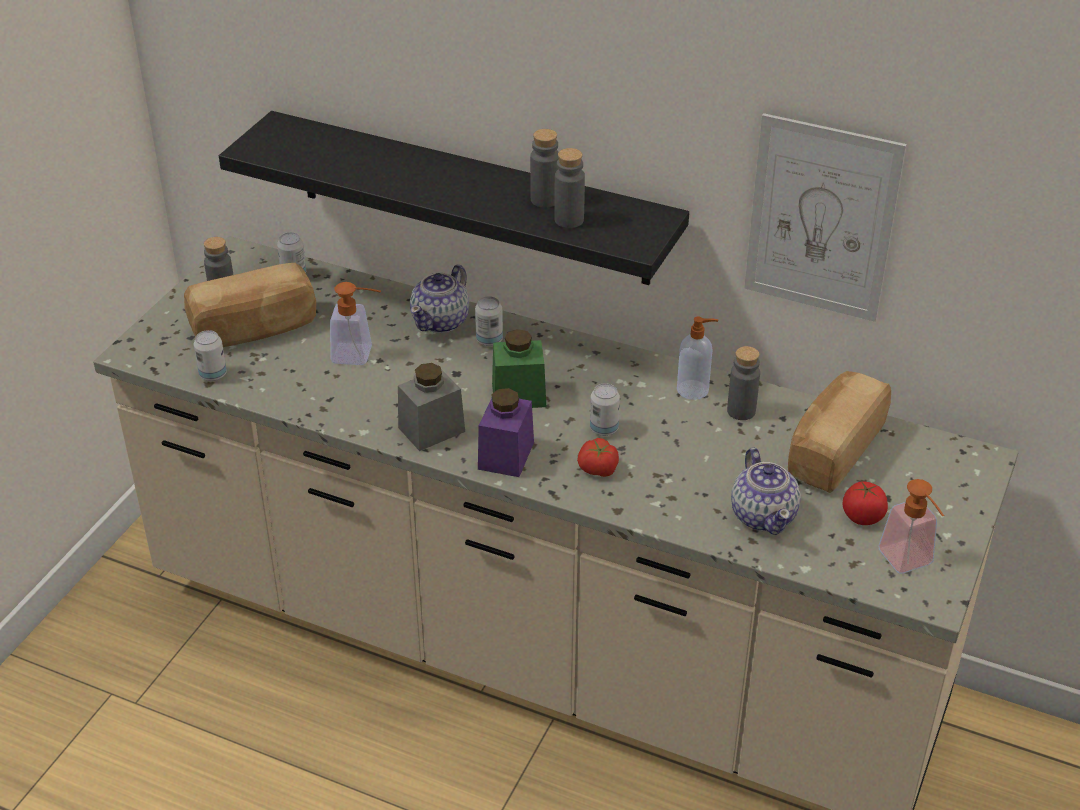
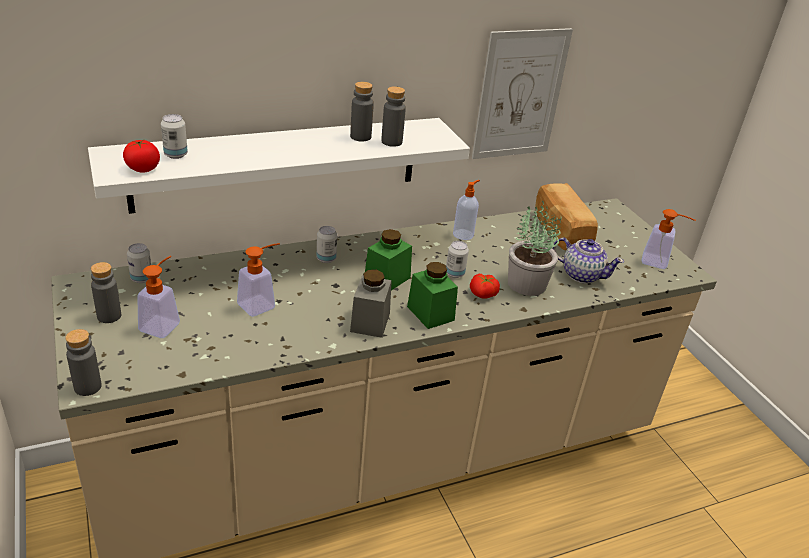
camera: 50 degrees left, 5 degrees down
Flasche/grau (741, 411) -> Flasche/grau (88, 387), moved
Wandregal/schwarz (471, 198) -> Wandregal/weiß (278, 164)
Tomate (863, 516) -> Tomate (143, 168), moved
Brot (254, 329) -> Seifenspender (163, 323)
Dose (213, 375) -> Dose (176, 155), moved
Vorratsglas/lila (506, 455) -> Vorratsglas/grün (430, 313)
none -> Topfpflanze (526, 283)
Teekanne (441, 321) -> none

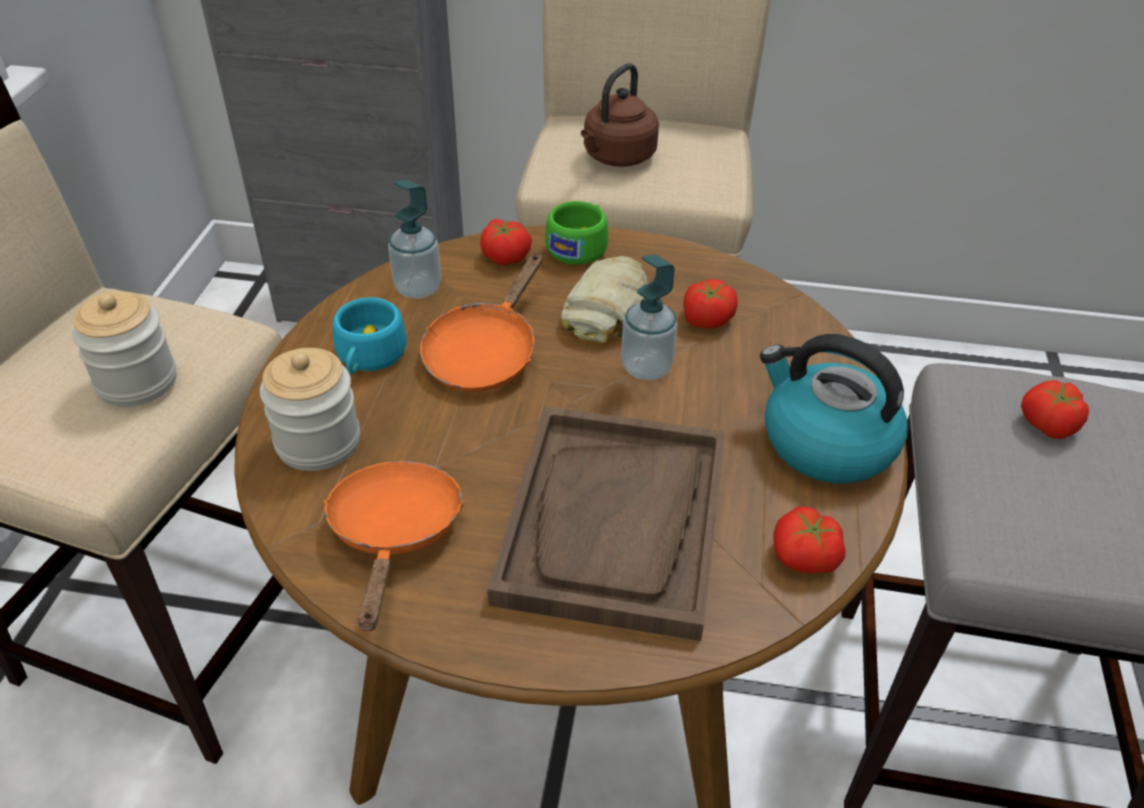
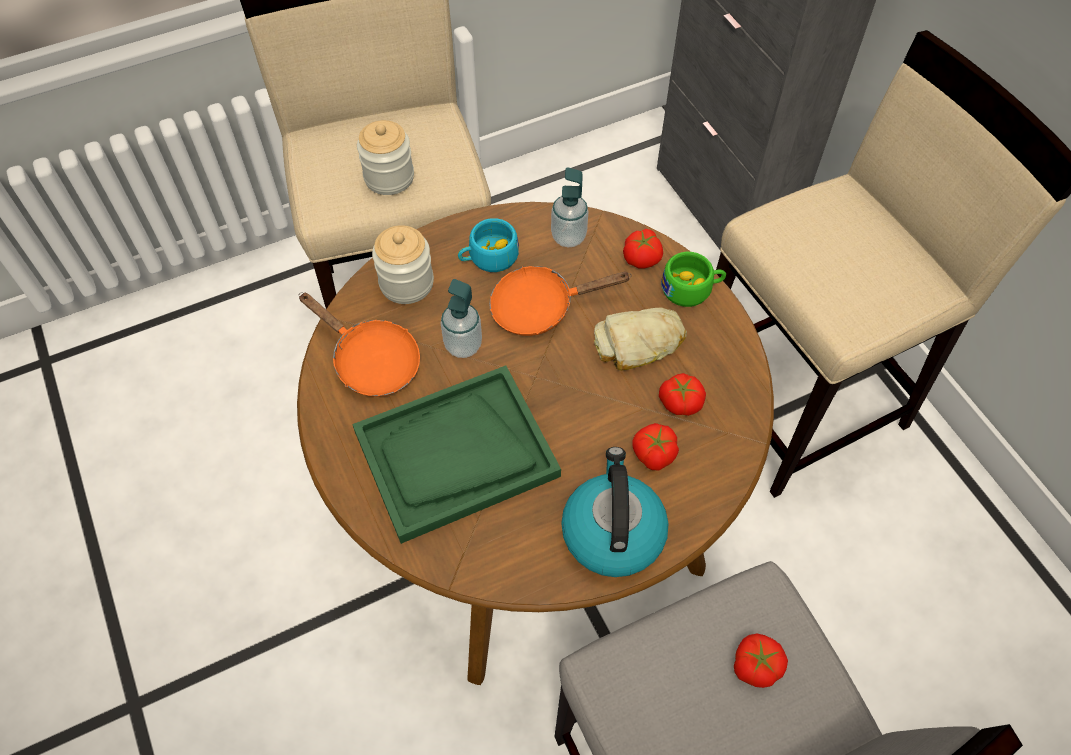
camera: 55 degrees right, 15 degrees up
Pfanne/orange (395, 534) -> Pfanne/orange (370, 361), 75 degrees clockwise
Tablett/braun (615, 521) -> Tablett/grün (456, 455)
Seifenspender (646, 368) -> Seifenspender (463, 345), moved
Tomate (804, 557) -> Tomate (653, 454), moved
Wasserkessel/braun (617, 158) -> none

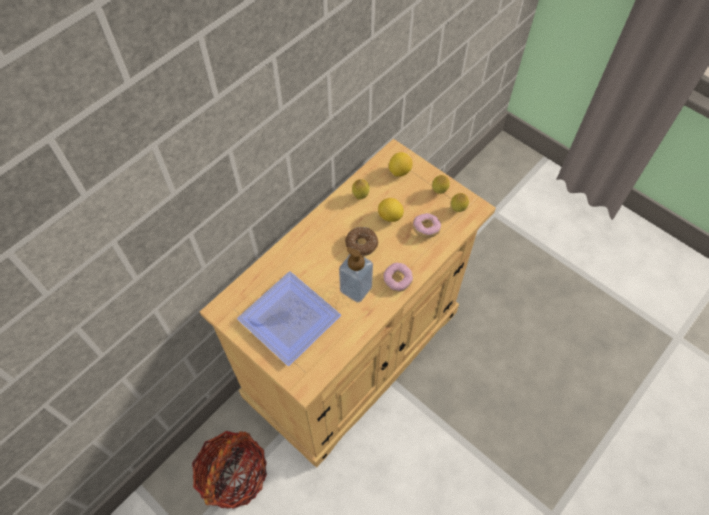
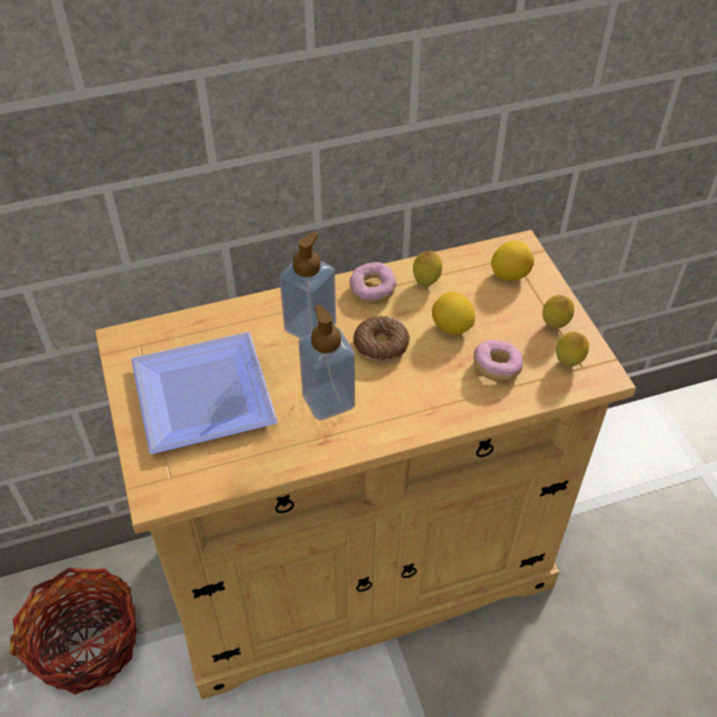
camera: 30 degrees right, 10 degrees down
none -> Seifenspender (310, 327)
Donut (397, 280) -> Donut (372, 290), moved

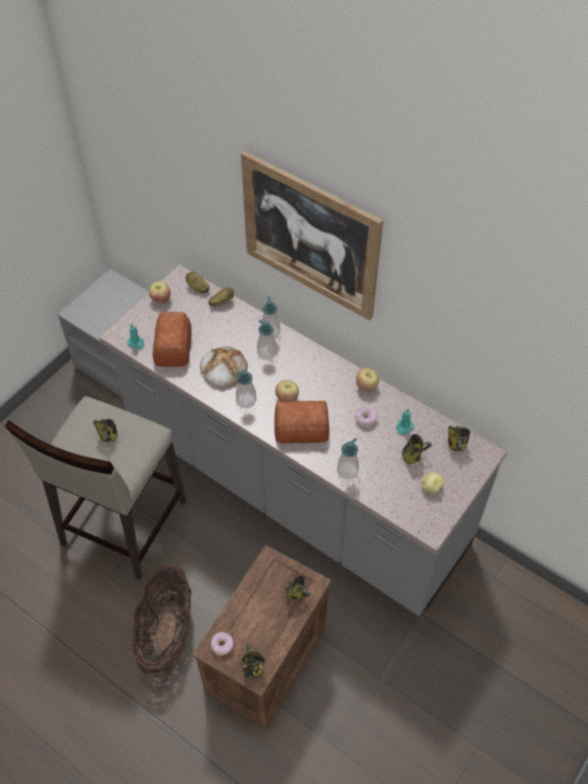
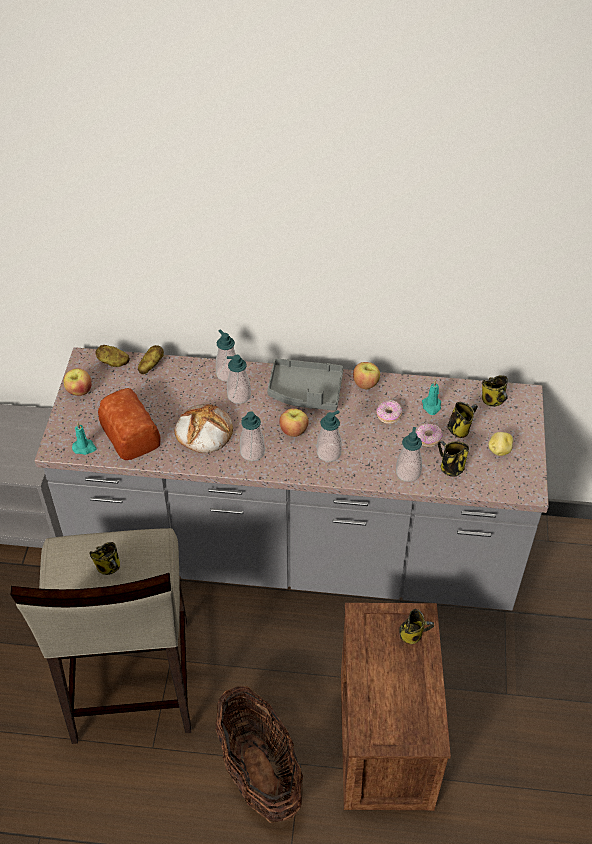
camera: 30 degrees left, 5 degrees down
none -> Tablett/grau (305, 392)
Brot (300, 427) -> Seifenspender (328, 453)
Donut (222, 645) -> Donut (428, 439), moved
Henkelbecher (252, 667) -> Henkelbecher (450, 468), moved
Bild (310, 236) -> none

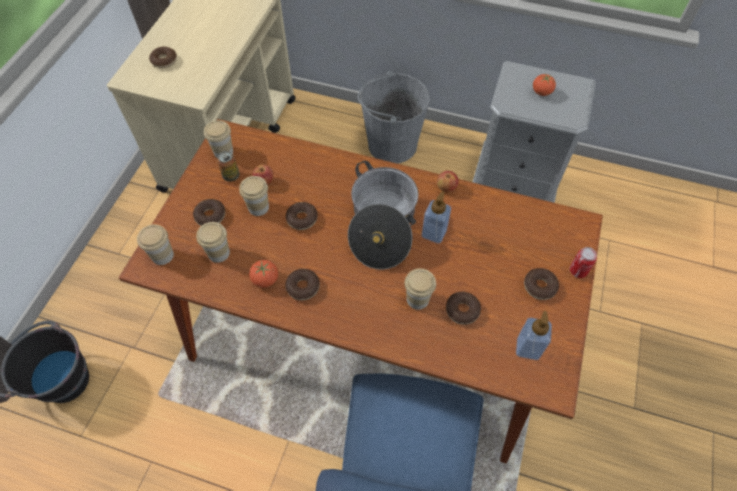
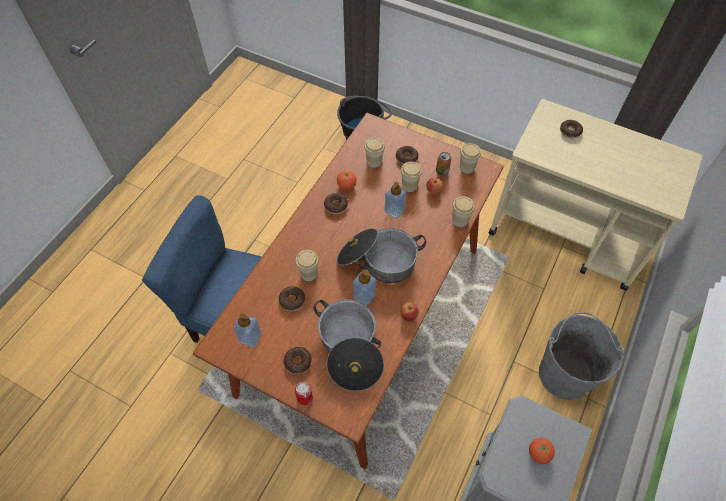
camera: 100 degrees right, 0 degrees up
none -> Kochtopf (350, 349)
Donut (302, 219) -> Seifenspender (394, 211)
Tasse (162, 255) -> Tasse (460, 220), moved

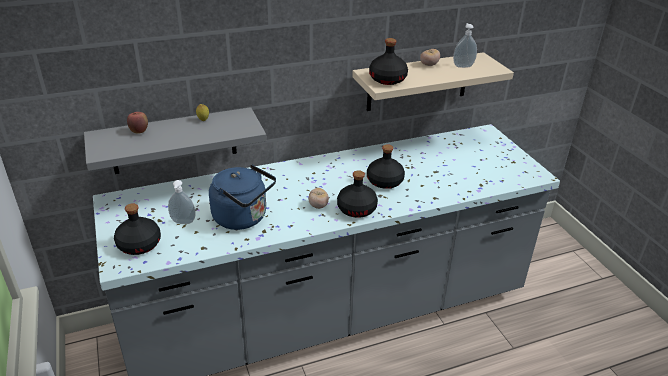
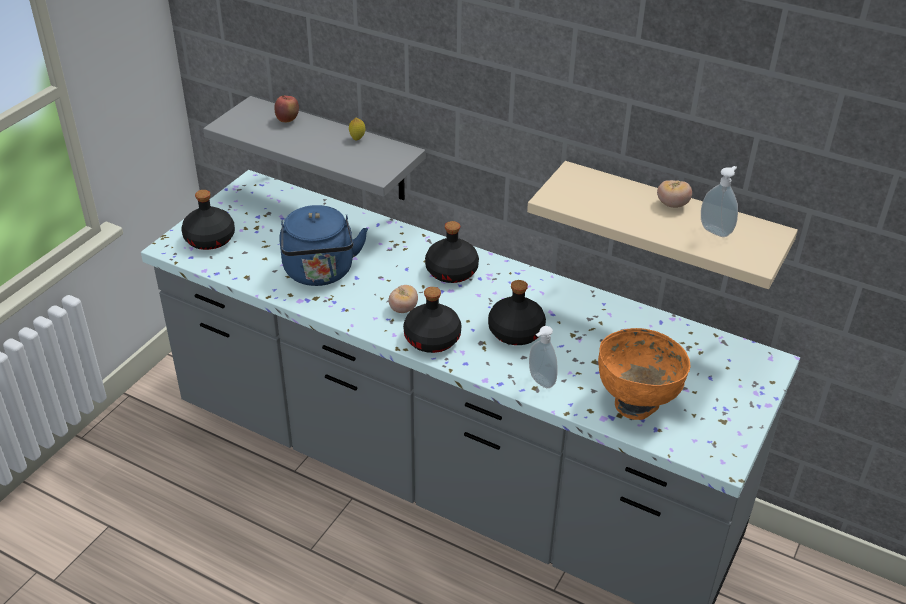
camera: 50 degrees right, 5 degrees up
Flasche/schwarz (388, 79) -> Flasche/schwarz (452, 272), moved
Seifenspender (183, 222) -> Seifenspender (540, 382), moved
none -> Schüssel/orange (636, 404)

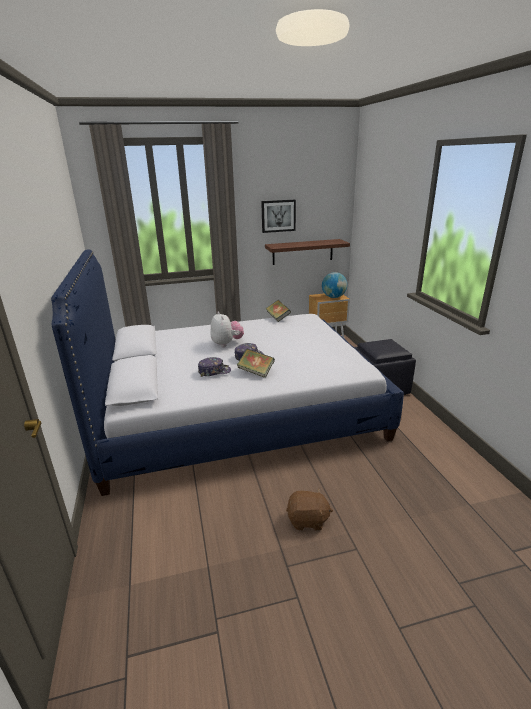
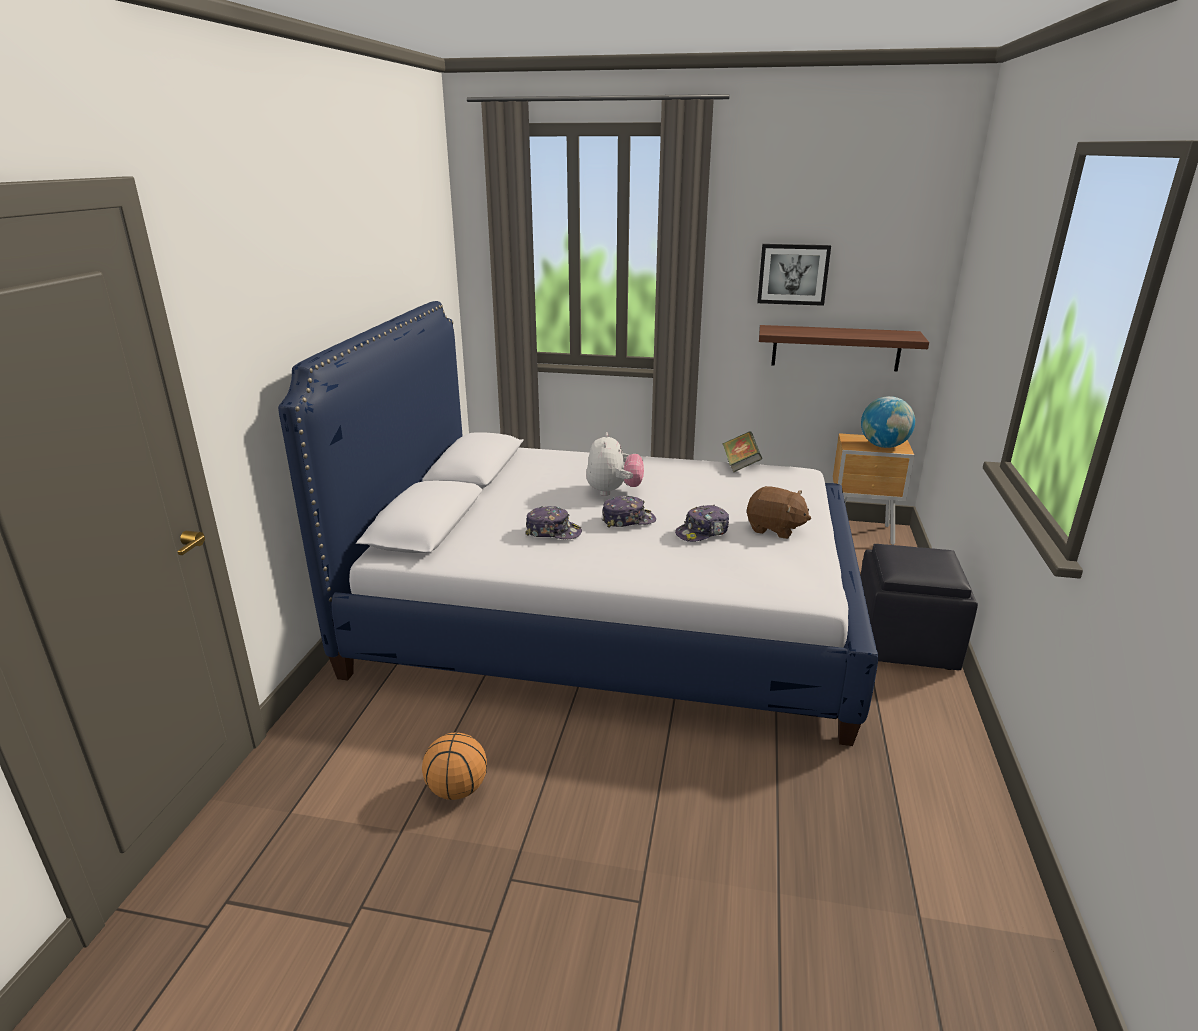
camera: 25 degrees right, 0 degrees up
none -> Basketball (456, 790)
none -> Kappe (702, 532)
Plüschtier/braun (307, 520) -> Plüschtier/braun (775, 529), moved
Buch (256, 372) -> none

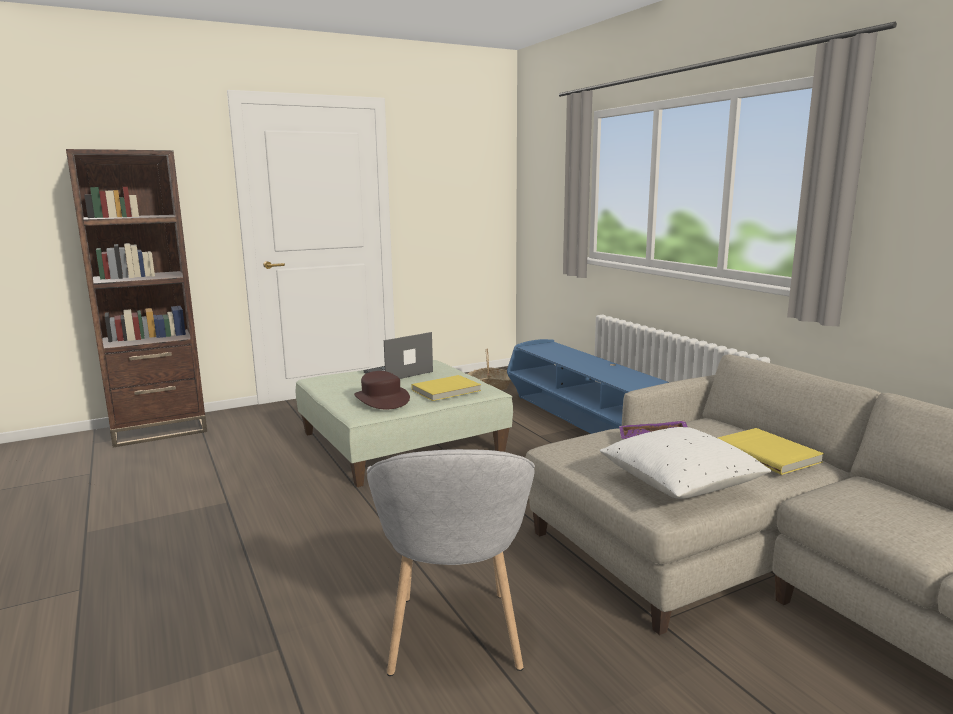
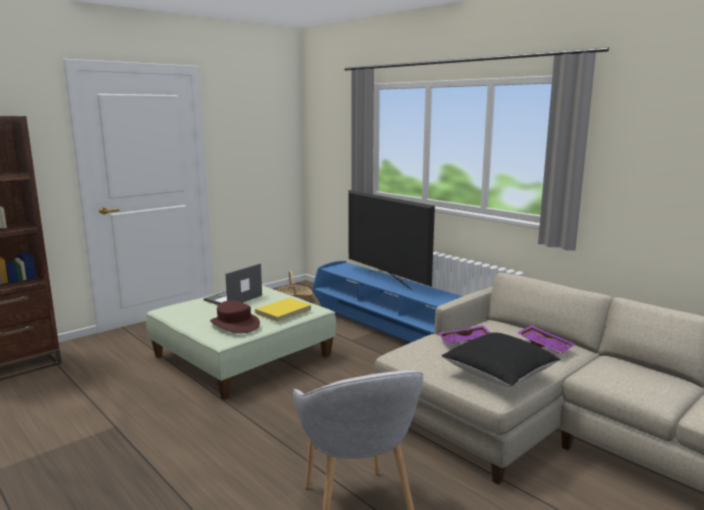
camera: 15 degrees left, 0 degrees up
none -> Fernseher (387, 280)
Kissen/weiß (680, 484) -> Kissen/schwarz (499, 375)
Buch/gelb (768, 454) -> Tablett/lila (545, 345)

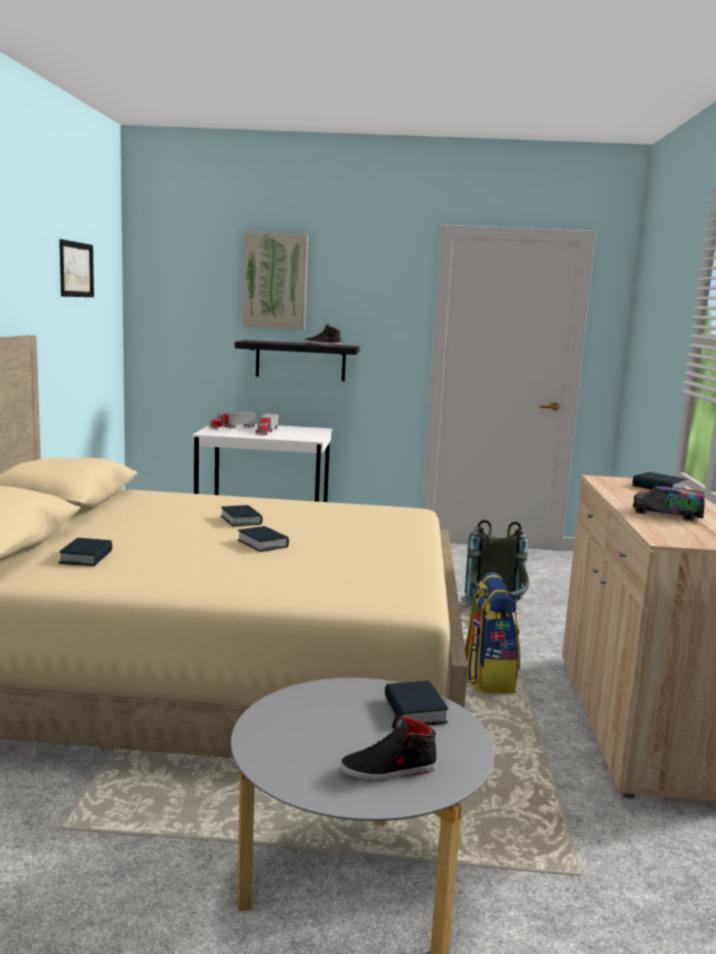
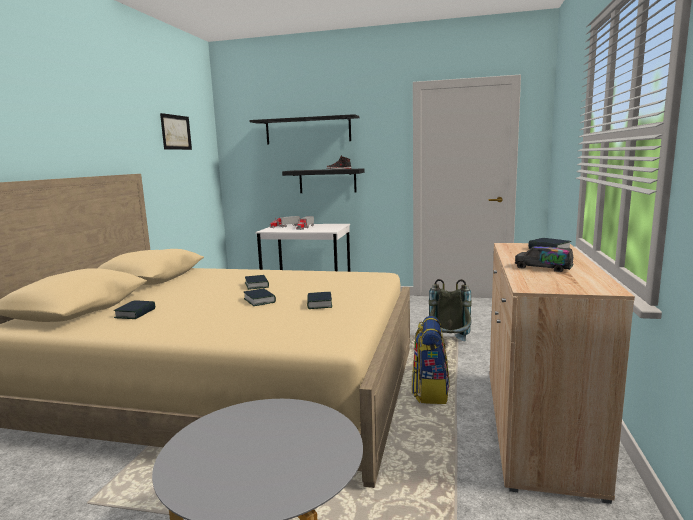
camera: 10 degrees right, 0 degrees up
Bild (275, 281) -> Wandregal/schwarz (308, 130)
Buch (414, 711) -> Buch (319, 304), moved
Schuh/schwarz (389, 770) -> none

